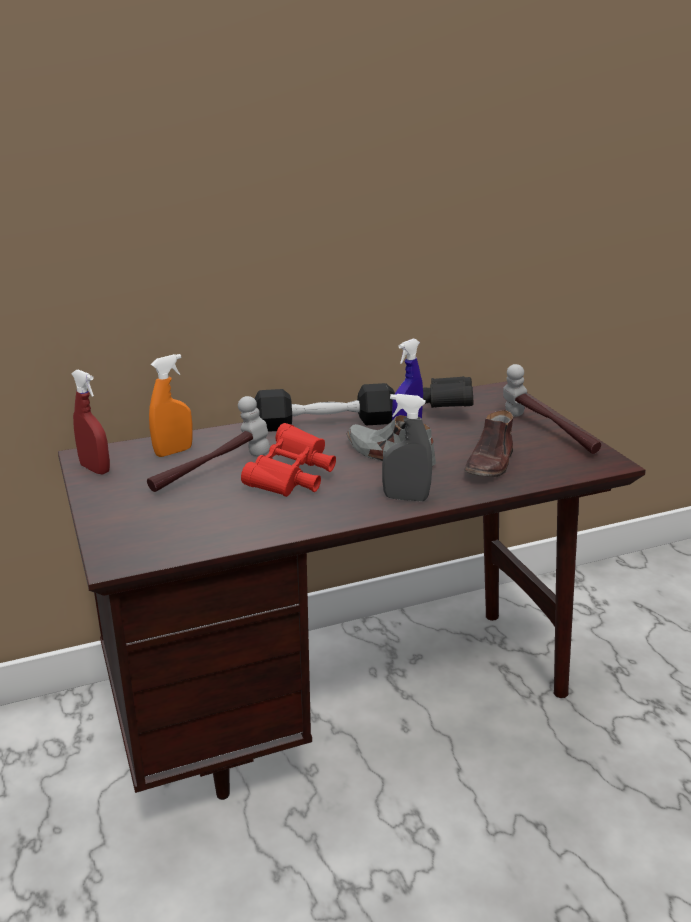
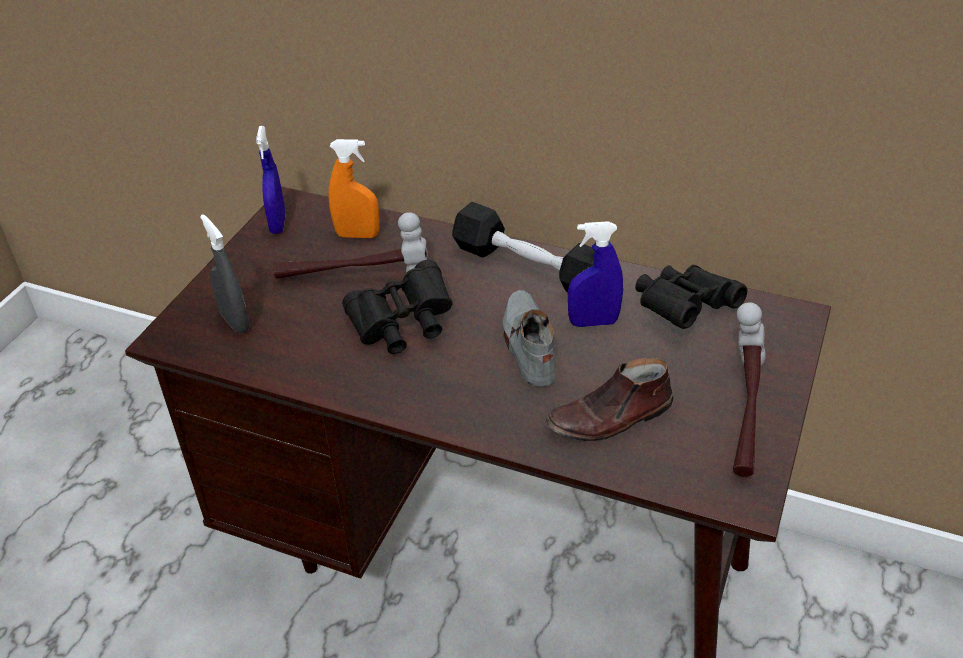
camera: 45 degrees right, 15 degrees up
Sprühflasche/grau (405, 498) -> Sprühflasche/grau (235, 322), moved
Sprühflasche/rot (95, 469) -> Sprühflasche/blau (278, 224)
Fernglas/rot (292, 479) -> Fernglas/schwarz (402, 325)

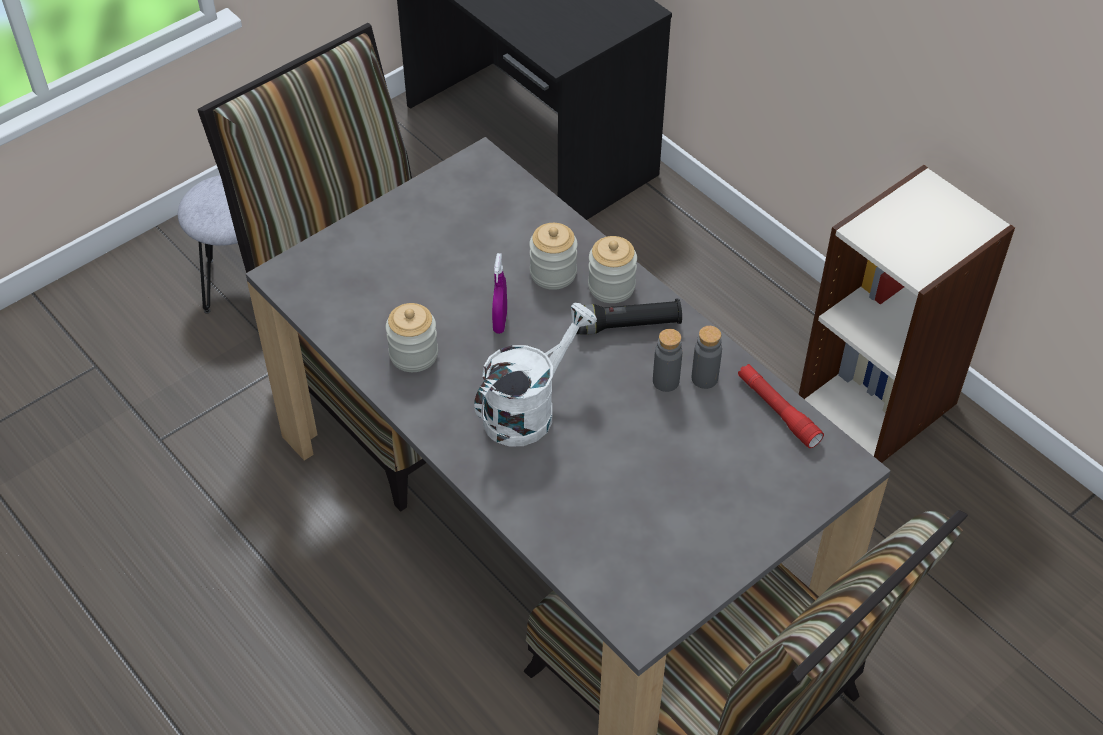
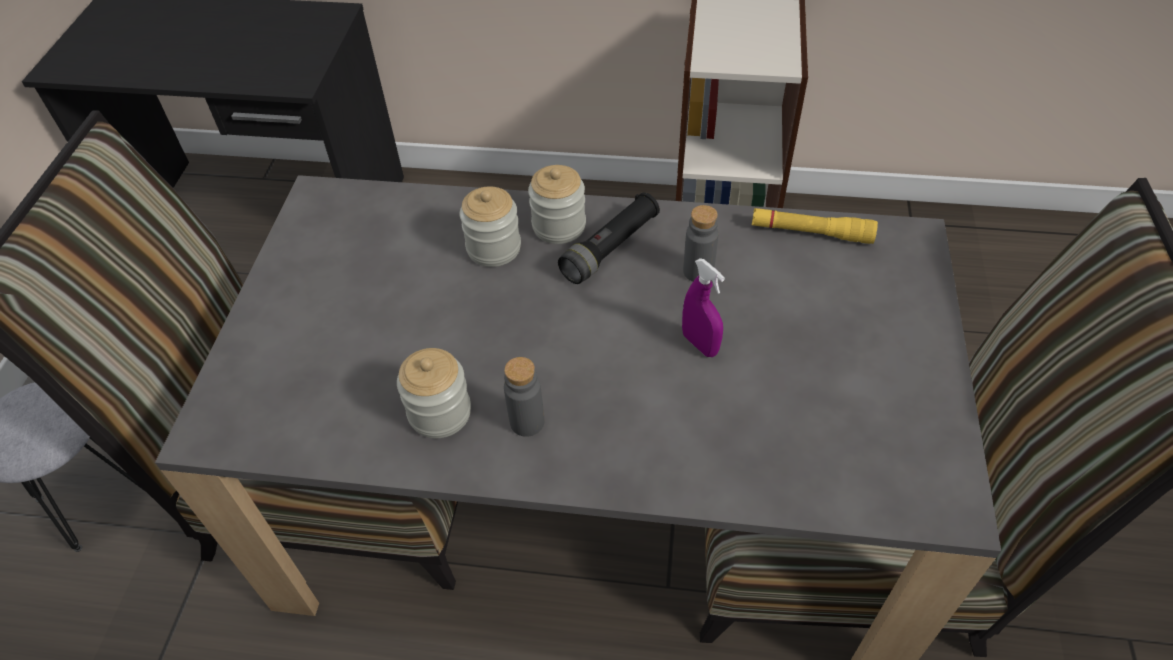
camera: 40 degrees left, 0 degrees up
Flasche/grau (704, 378) -> Flasche/grau (527, 422), moved
Sprühflasche/lila (500, 322) -> Sprühflasche/lila (700, 344), moved
Taschenlampe/rot (777, 410) -> Taschenlampe/gelb (811, 232)
Gießkanne/weiß (528, 409) -> none

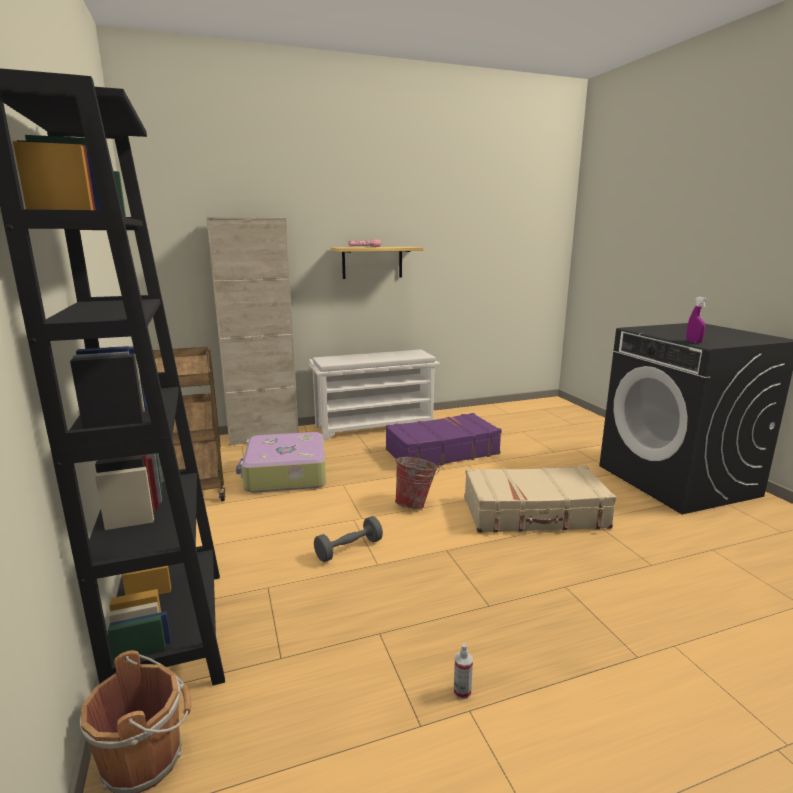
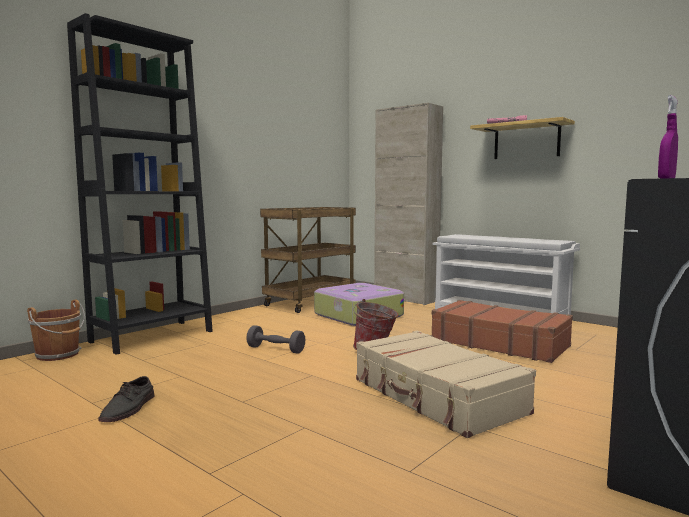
camera: 60 degrees right, 10 degrees down
Sprühflasche (462, 691) -> Schuh/grau (129, 408)
Koffer/lila (441, 452) -> Koffer/braun (499, 343)

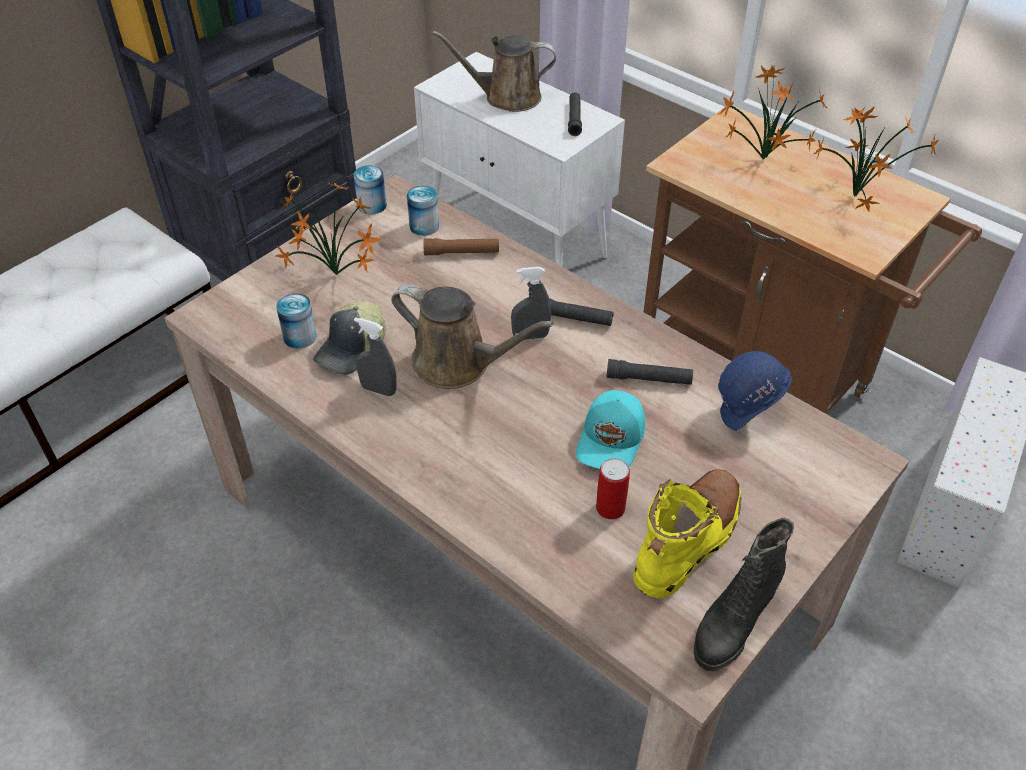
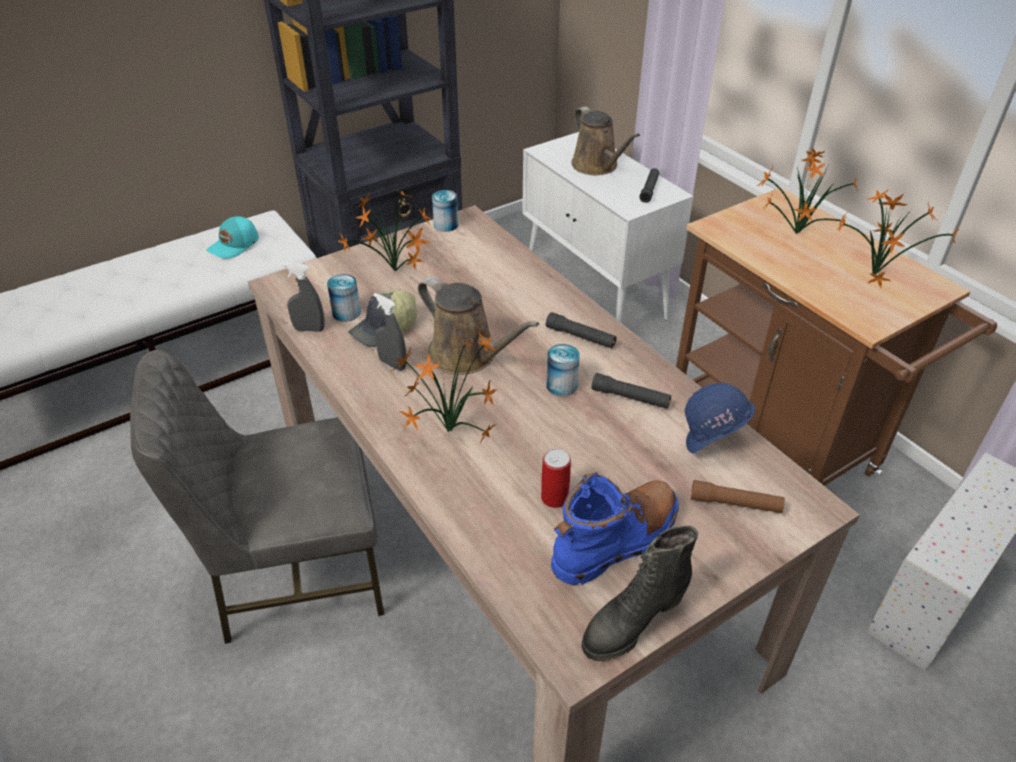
camera: 15 degrees right, 5 degrees down
none -> Stuhl/grau (296, 572)
Kappe/türkis (612, 440) -> Kappe/türkis (234, 245), moved
Sprühflasche/grau (530, 336) -> Sprühflasche/grau (309, 329), moved
none -> Topfpflanze (446, 430)
Dose (424, 226) -> Dose (561, 385), moved
Stiefel/gelb (688, 541) -> Stiefel/blau (616, 541)
Gießkanne/braun (507, 97) -> Gießkanne/braun (597, 166), 135 degrees counterclockwise
Taschenlampe/braun (462, 252) -> Taschenlampe/braun (735, 503), moved

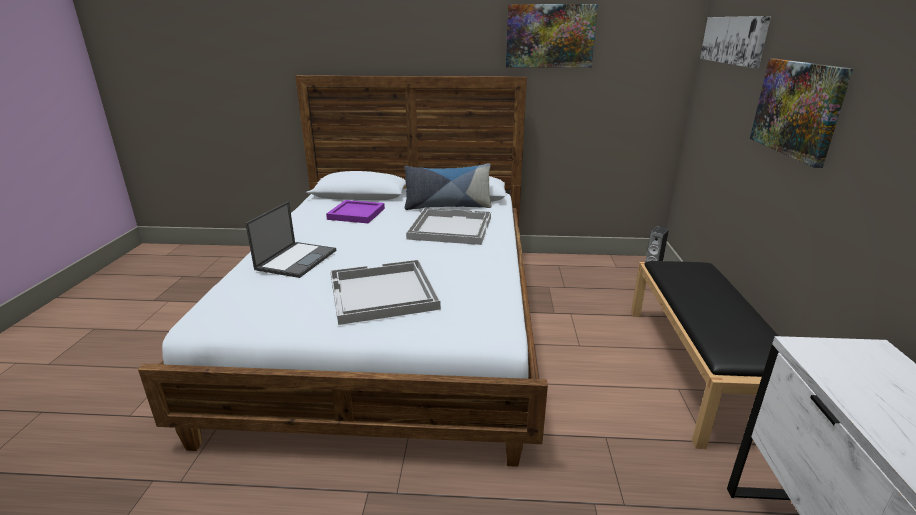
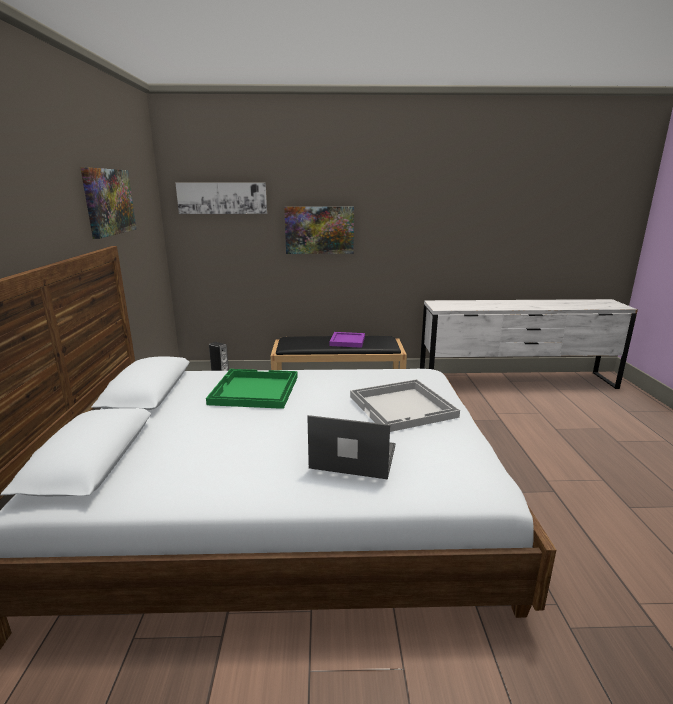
camera: 95 degrees left, 5 degrees down
Tablett/weiß (450, 227) -> Tablett/grün (254, 390)
Tablett/lila (355, 214) -> Tablett/lila (348, 341), moved
Kissen (447, 206) -> none

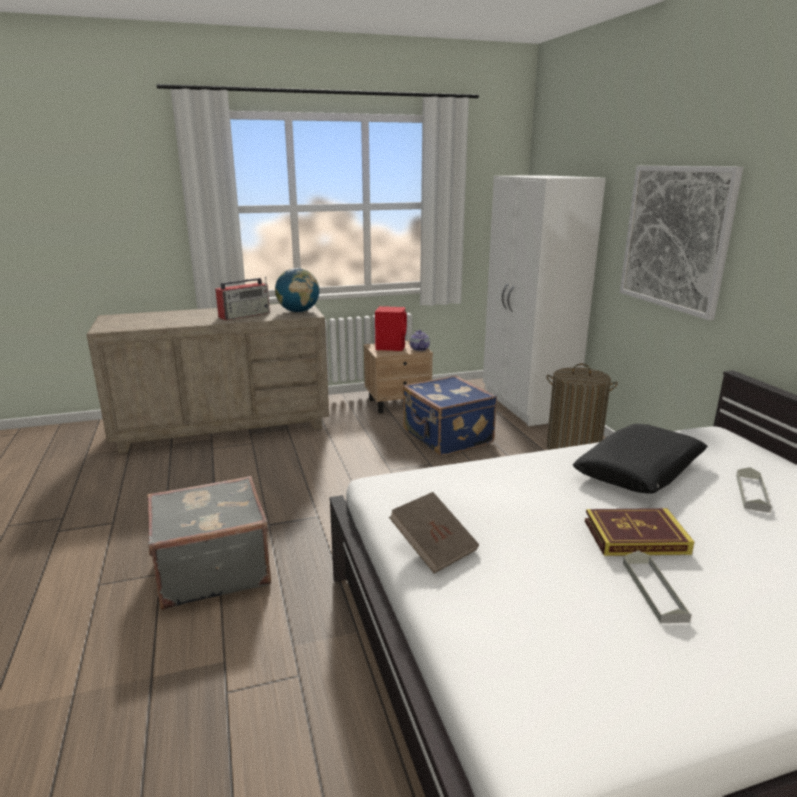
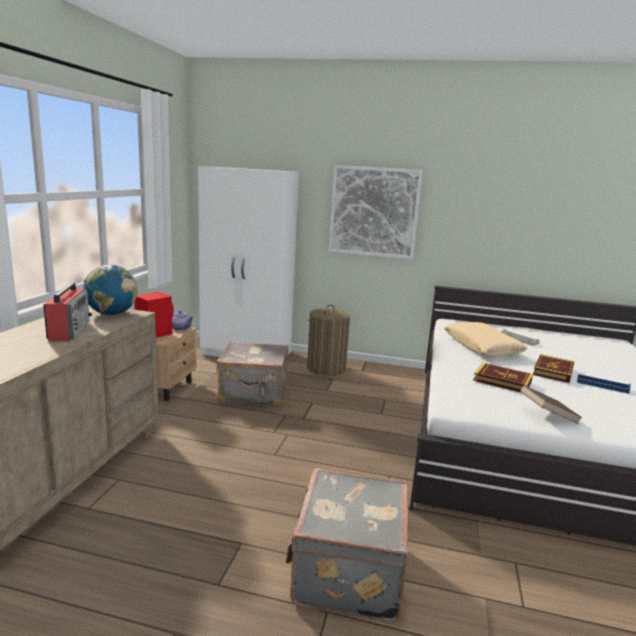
camera: 60 degrees left, 5 degrees down
Koffer/blau (446, 438) -> Koffer/grau (254, 394)
Kissen/schwarz (639, 470) -> Kissen/beige (482, 347)
none -> Buch (502, 381)
Tablett/grau (654, 591) -> Tablett/blau (602, 385)

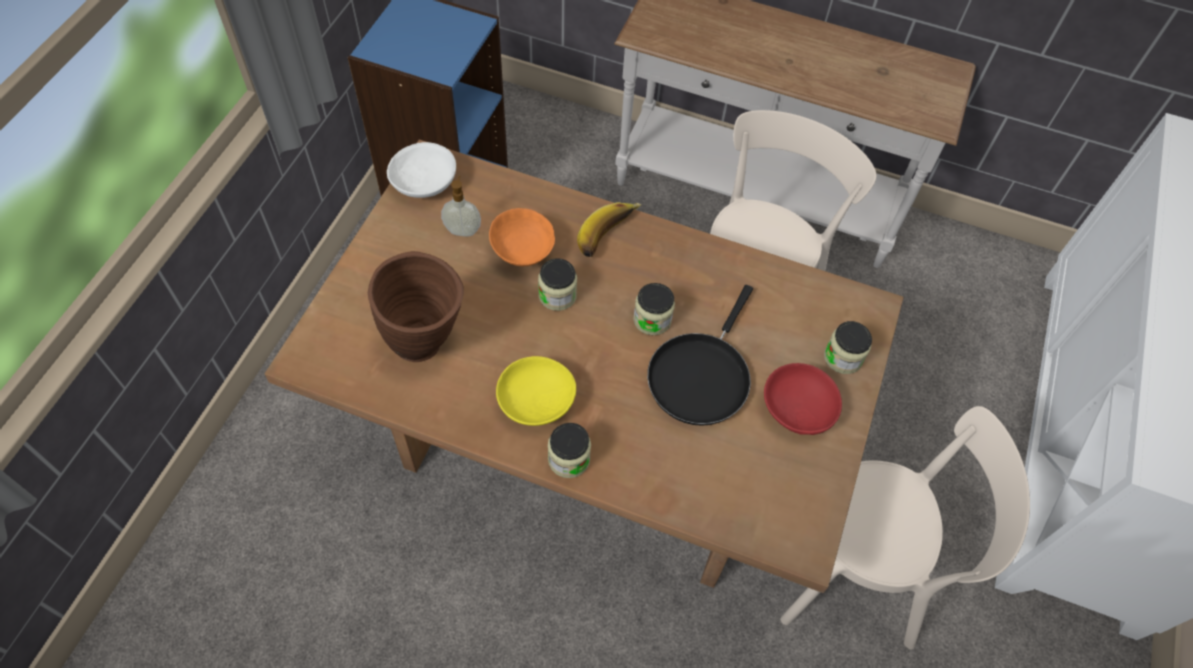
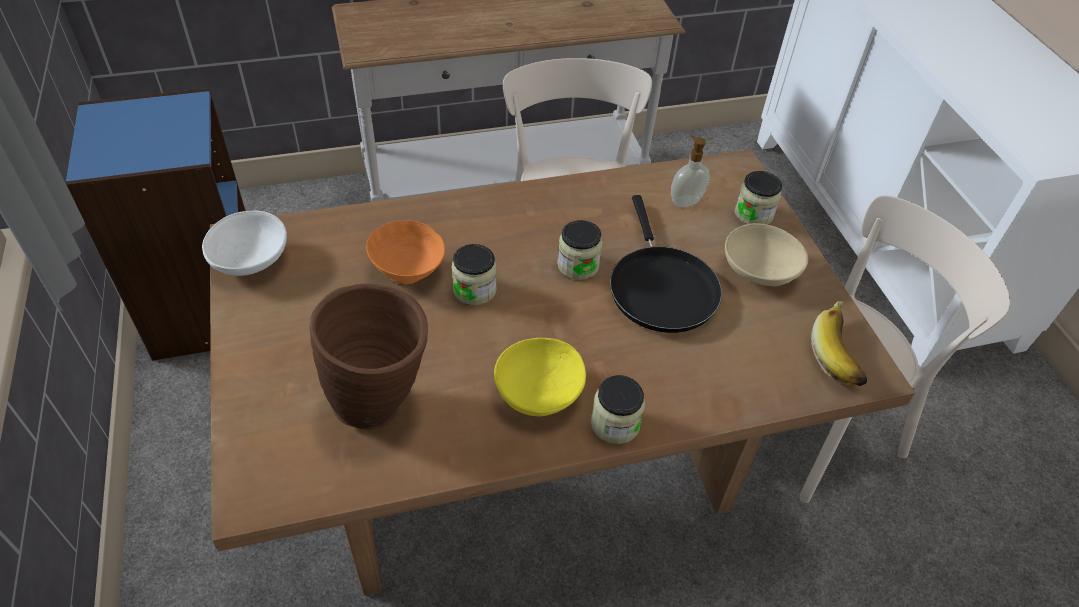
camera: 35 degrees left, 10 degrees down
Seifenspender (463, 230) -> Seifenspender (685, 201), moved
Schüssel/rot (797, 409) -> Schüssel/beige (759, 270)
Banane (609, 237) -> Banane (841, 354), moved

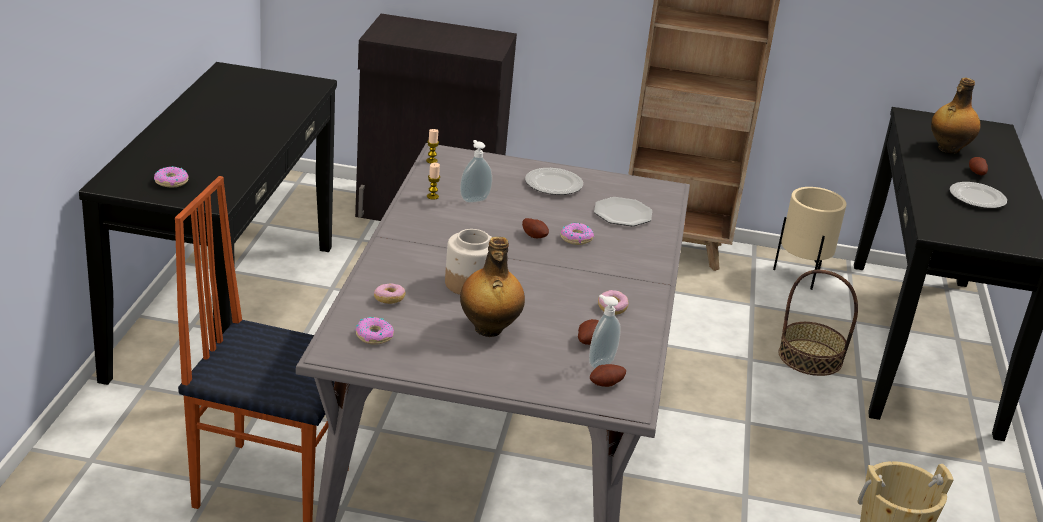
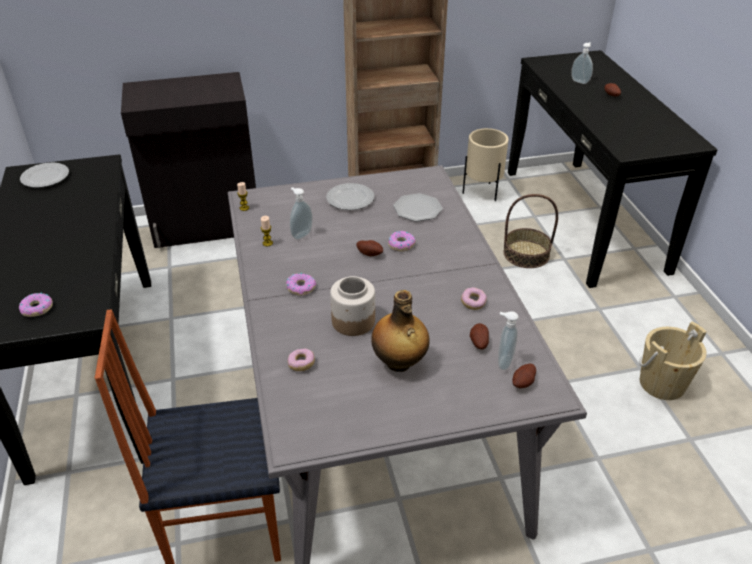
camera: 20 degrees left, 10 degrees up
Teller (976, 198) -> Teller (45, 178), moved
Donut (374, 336) -> Donut (301, 287), moved
Flasche (948, 149) -> Seifenspender (580, 81)

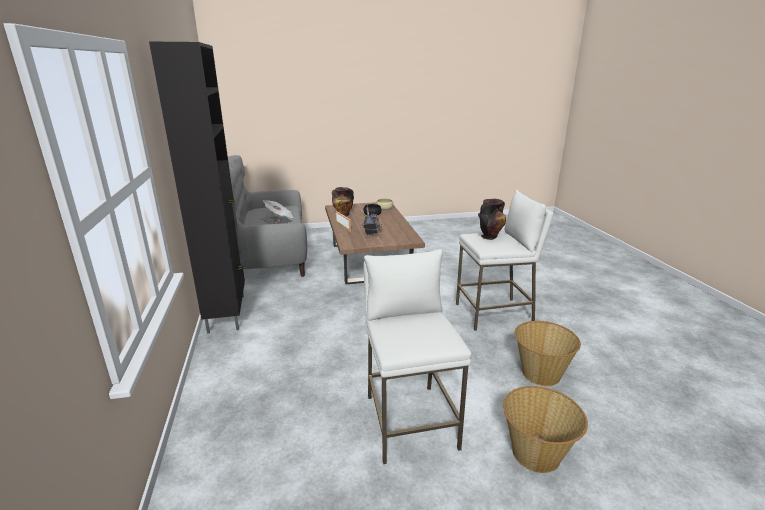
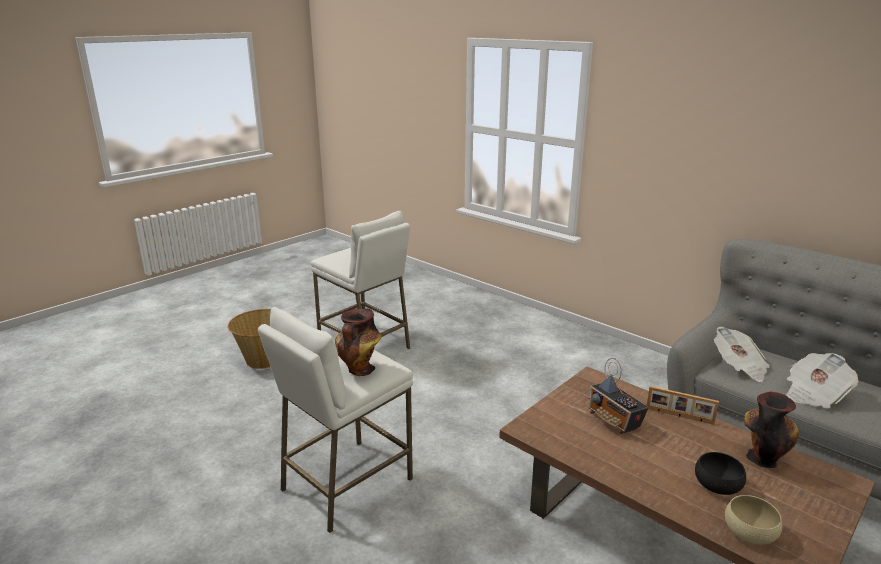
camera: 145 degrees right, 0 degrees up
Schrank/schwarz (227, 312) -> none
Korb (540, 373) -> none

